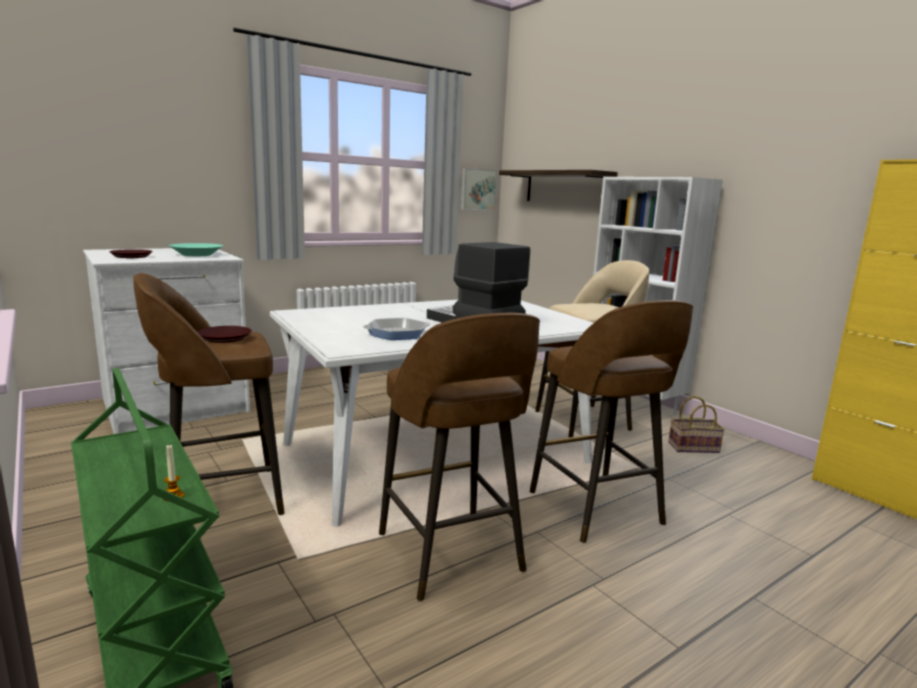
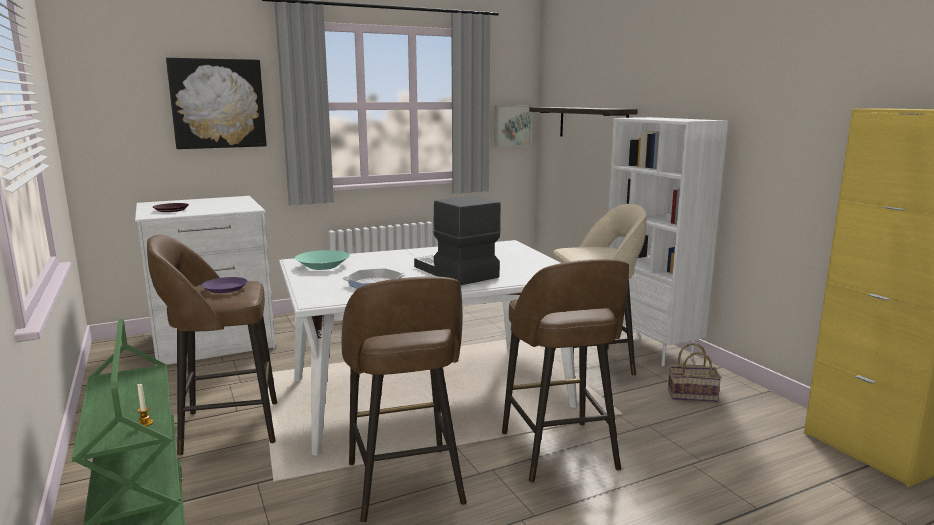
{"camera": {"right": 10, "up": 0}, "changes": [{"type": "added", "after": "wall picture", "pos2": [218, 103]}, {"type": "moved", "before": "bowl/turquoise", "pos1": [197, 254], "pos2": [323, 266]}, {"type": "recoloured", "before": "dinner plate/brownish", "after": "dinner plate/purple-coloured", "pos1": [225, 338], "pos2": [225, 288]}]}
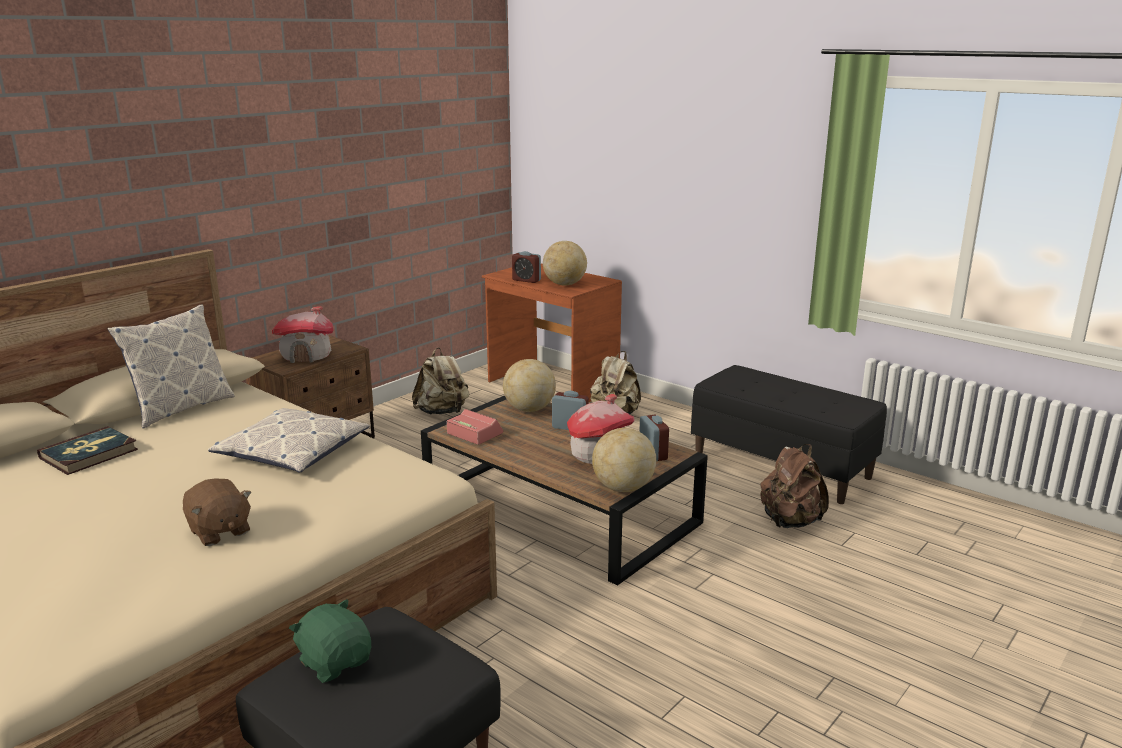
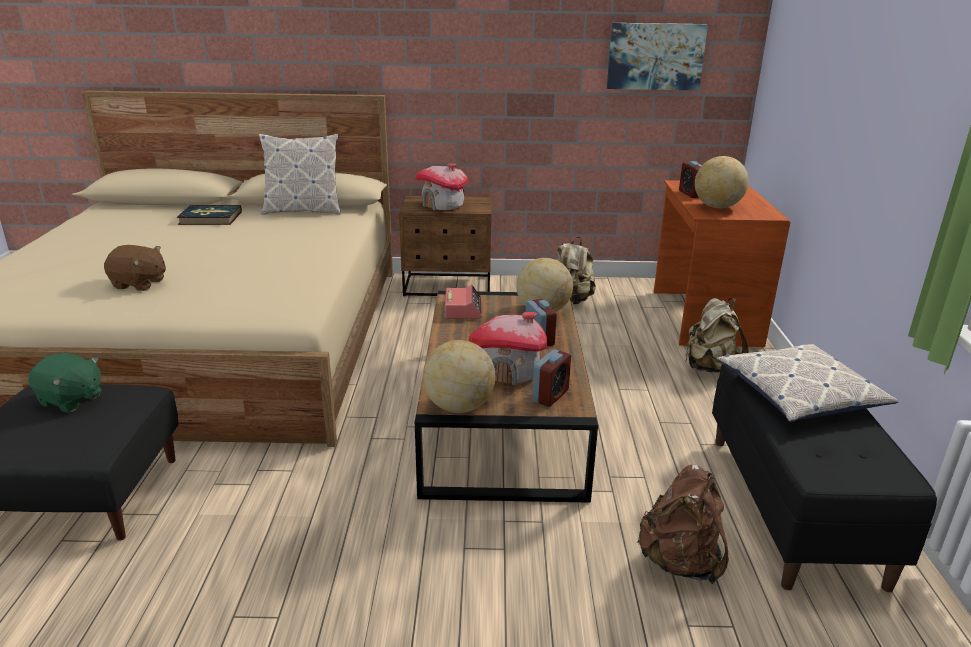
{"camera": {"right": 50, "up": 5}, "changes": [{"type": "added", "after": "wall picture", "pos2": [655, 56]}, {"type": "moved", "before": "pillow", "pos1": [292, 451], "pos2": [799, 393]}, {"type": "turned", "before": "plush toy/brownish", "pos1": [219, 531], "pos2": [139, 284], "turn": -90}, {"type": "turned", "before": "plush toy/green-coloured", "pos1": [335, 662], "pos2": [71, 400], "turn": 105}]}
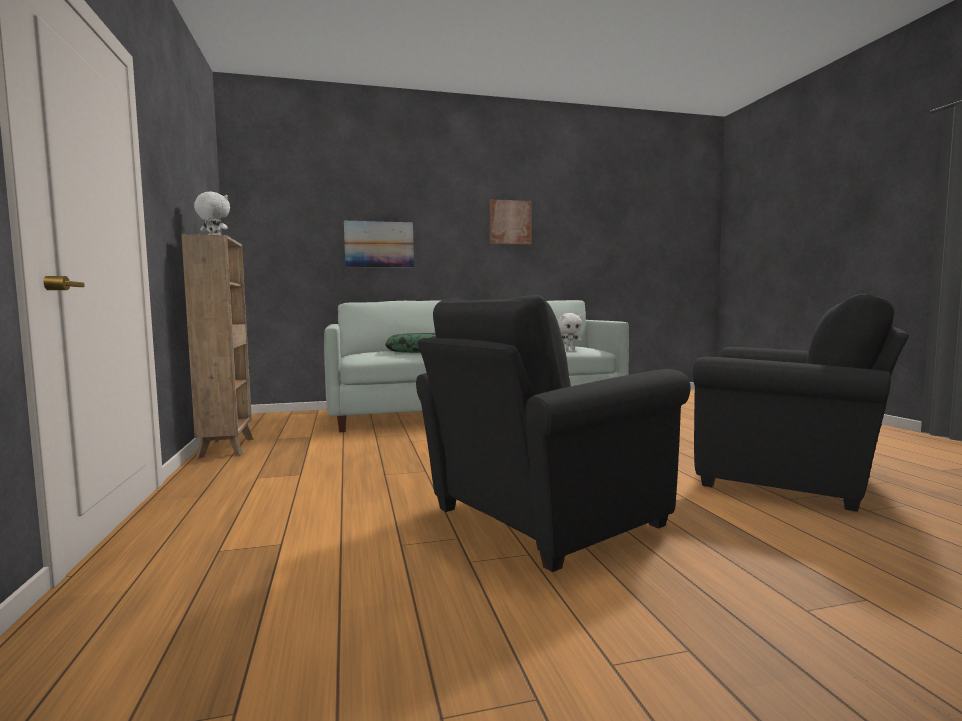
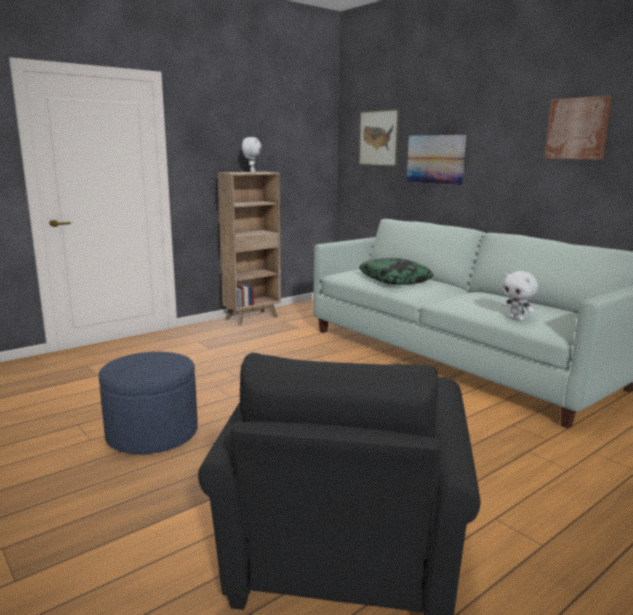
{"camera": {"right": 65, "up": 10}, "changes": [{"type": "added", "after": "wall picture", "pos2": [378, 138]}, {"type": "replaced", "before": "lounge chair/black", "after": "ottoman/bluish", "pos1": [539, 519], "pos2": [152, 433]}]}
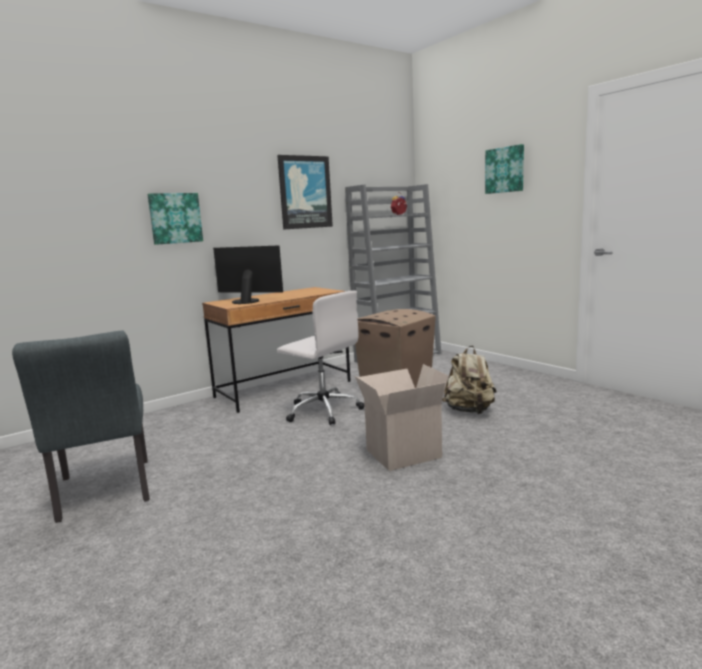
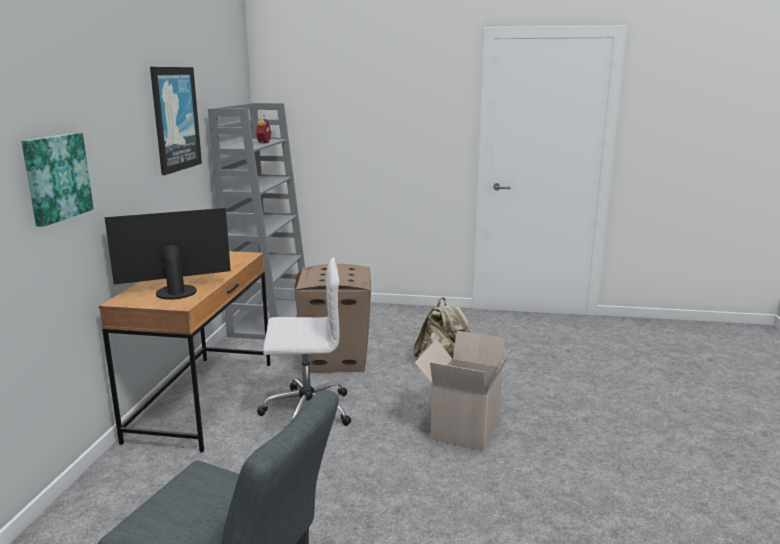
{"camera": {"right": -45, "up": 5}, "changes": [{"type": "removed", "before": "wall picture", "pos1": [505, 170]}]}
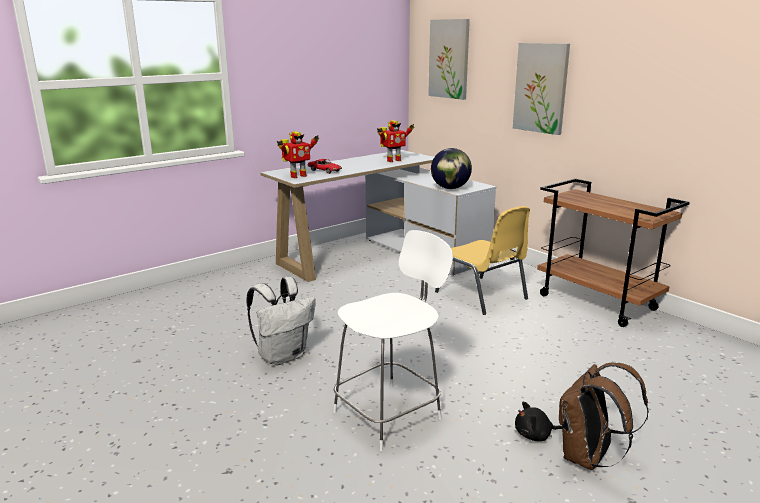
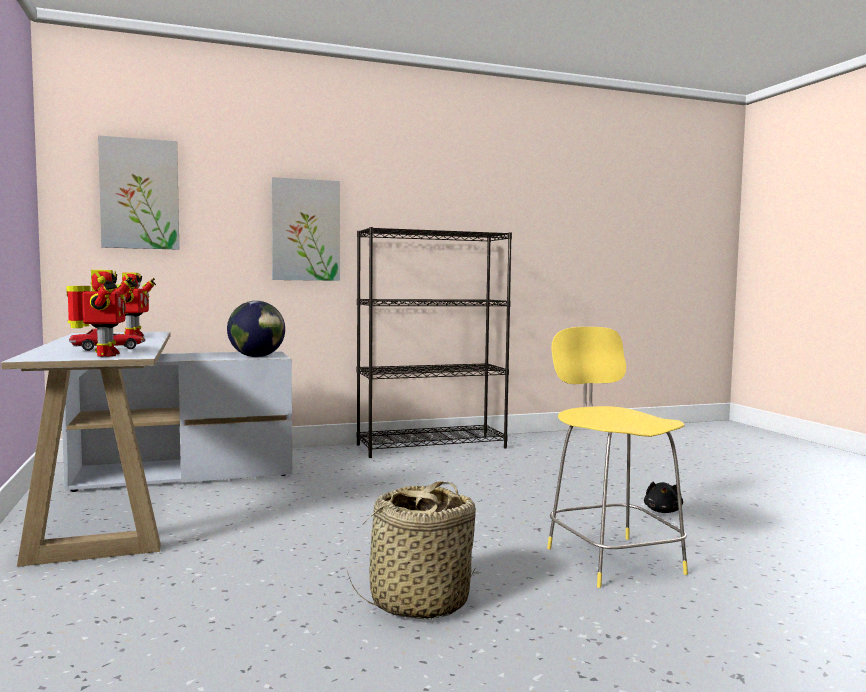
{"camera": {"right": -70, "up": -15}, "changes": [{"type": "removed", "before": "chair/yellowish", "pos1": [482, 296]}, {"type": "removed", "before": "backpack/brownish", "pos1": [588, 458]}, {"type": "replaced", "before": "backpack/white-coloured", "after": "household basket", "pos1": [283, 356], "pos2": [418, 602]}, {"type": "replaced", "before": "wheeled cart/brownish", "after": "shelving unit/black", "pos1": [598, 302], "pos2": [432, 446]}, {"type": "recoloured", "before": "stool/white-coloured", "after": "stool/yellowish", "pos1": [390, 414], "pos2": [611, 558]}]}
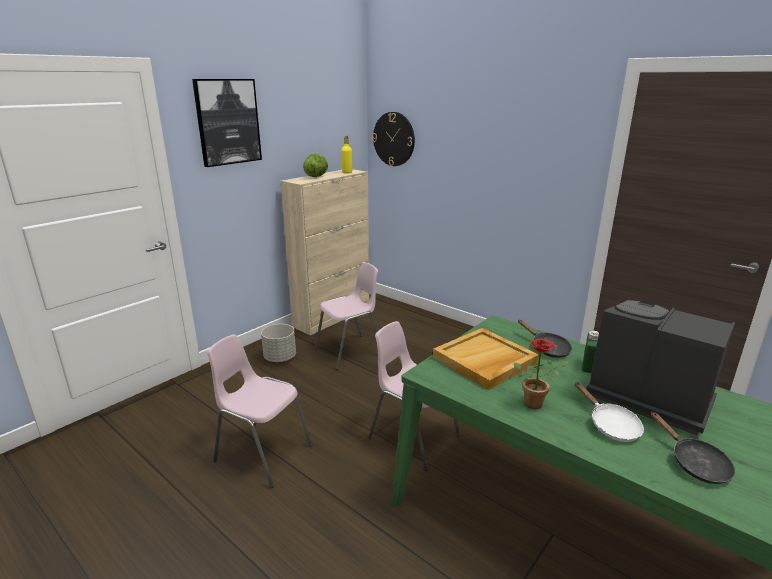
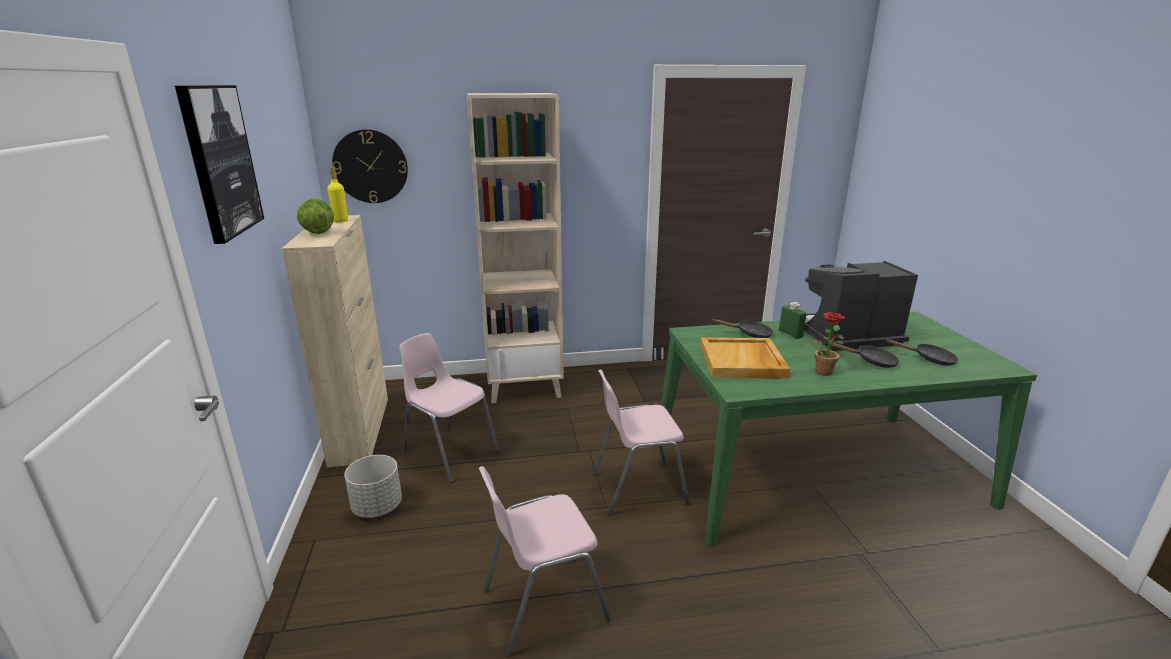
{"camera": {"right": -50, "up": 0}, "changes": [{"type": "added", "after": "shelving unit/sand-coloured", "pos2": [525, 386]}, {"type": "recoloured", "before": "skillet/white-coloured", "after": "skillet/black", "pos1": [610, 425], "pos2": [871, 361]}, {"type": "turned", "before": "chair/pink-coloured", "pos1": [350, 351], "pos2": [450, 453], "turn": -60}]}
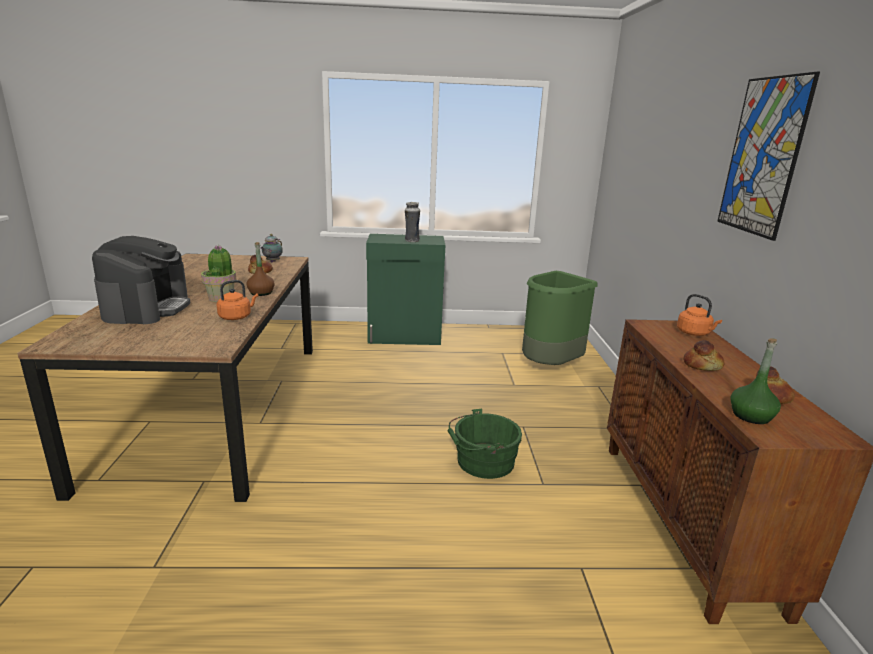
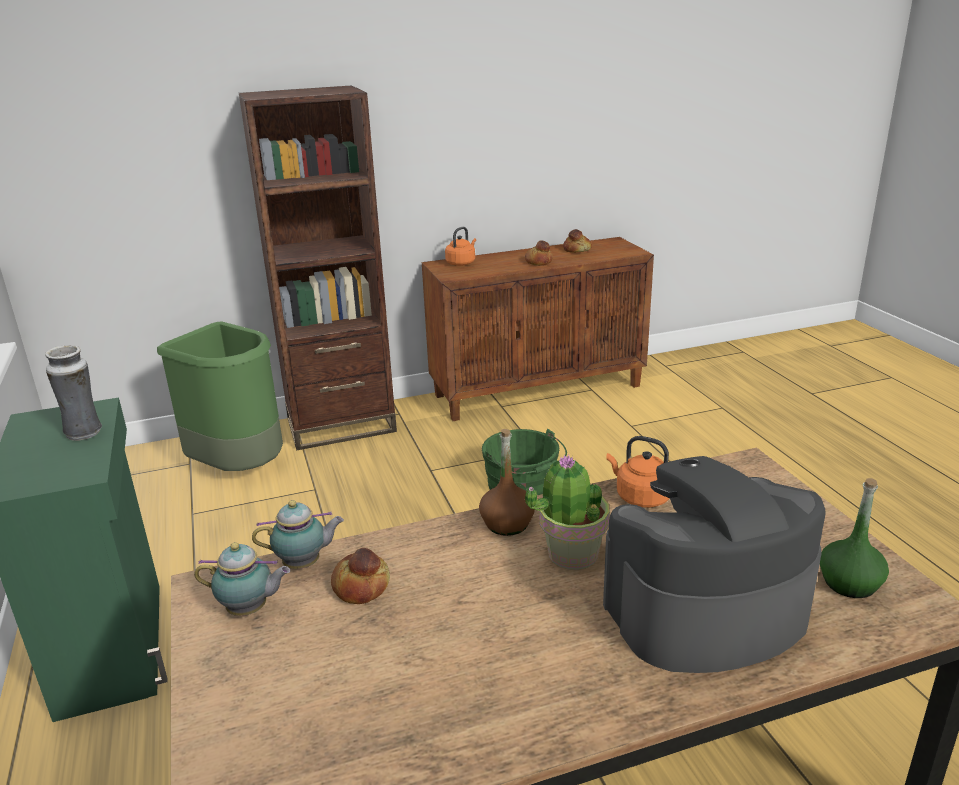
{"camera": {"right": -105, "up": 5}, "changes": [{"type": "removed", "before": "wall picture", "pos1": [763, 156]}, {"type": "added", "after": "shelving unit/brownish", "pos2": [341, 425]}, {"type": "added", "after": "pot for tea", "pos2": [304, 564]}, {"type": "moved", "before": "bottle/green-coloured", "pos1": [750, 416], "pos2": [850, 583]}]}
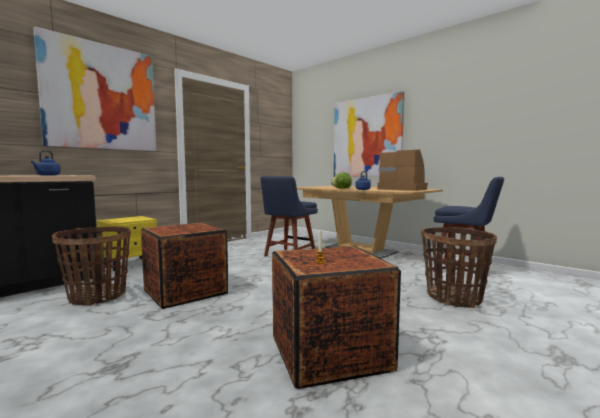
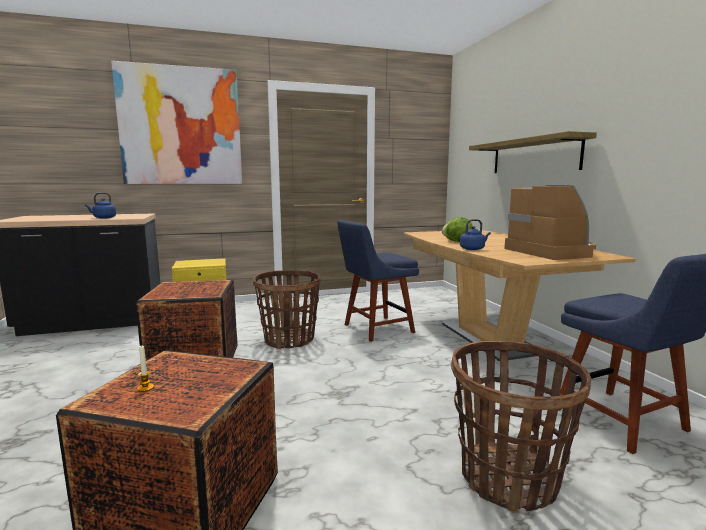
{"camera": {"right": 30, "up": 5}, "changes": [{"type": "moved", "before": "household basket", "pos1": [97, 296], "pos2": [289, 340]}, {"type": "replaced", "before": "wall picture", "after": "shelf", "pos1": [366, 137], "pos2": [534, 156]}]}
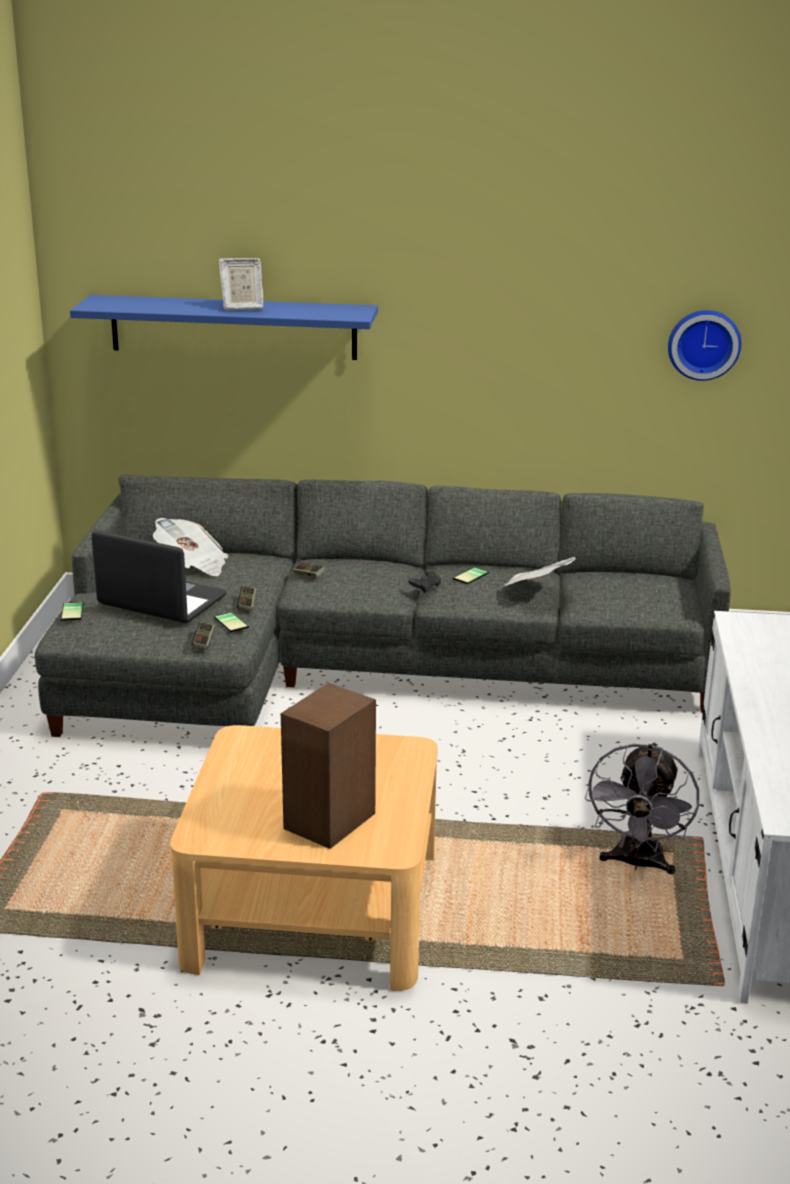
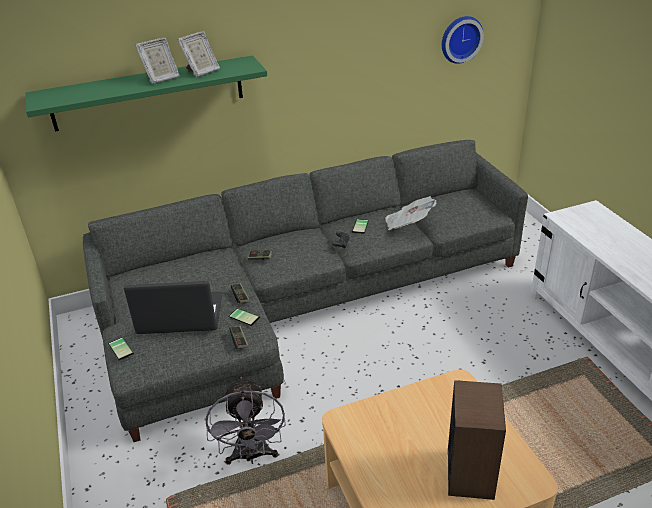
{"camera": {"right": -25, "up": 10}, "changes": [{"type": "removed", "before": "newspaper", "pos1": [192, 565]}, {"type": "added", "after": "standing frame", "pos2": [201, 72]}, {"type": "moved", "before": "cooling fan/gray", "pos1": [637, 864], "pos2": [251, 456]}, {"type": "recoloured", "before": "shelf/bluish", "after": "shelf/green-coloured", "pos1": [233, 327], "pos2": [148, 93]}]}
